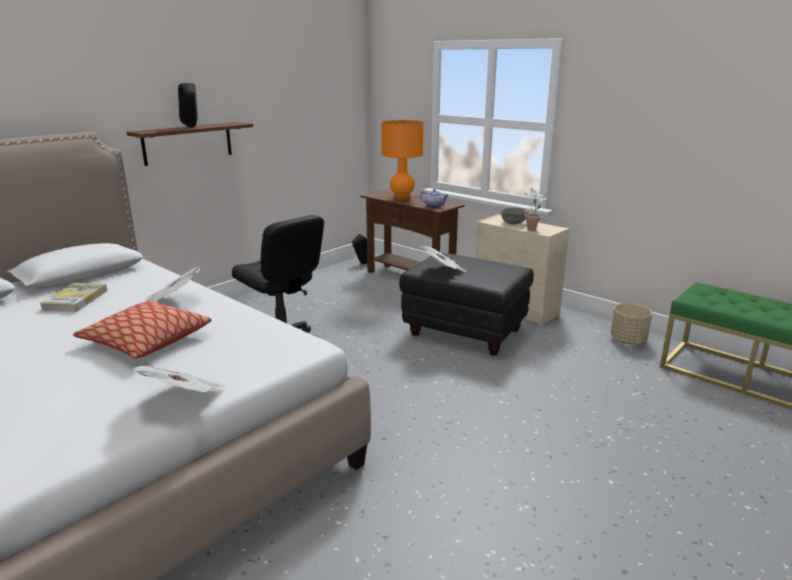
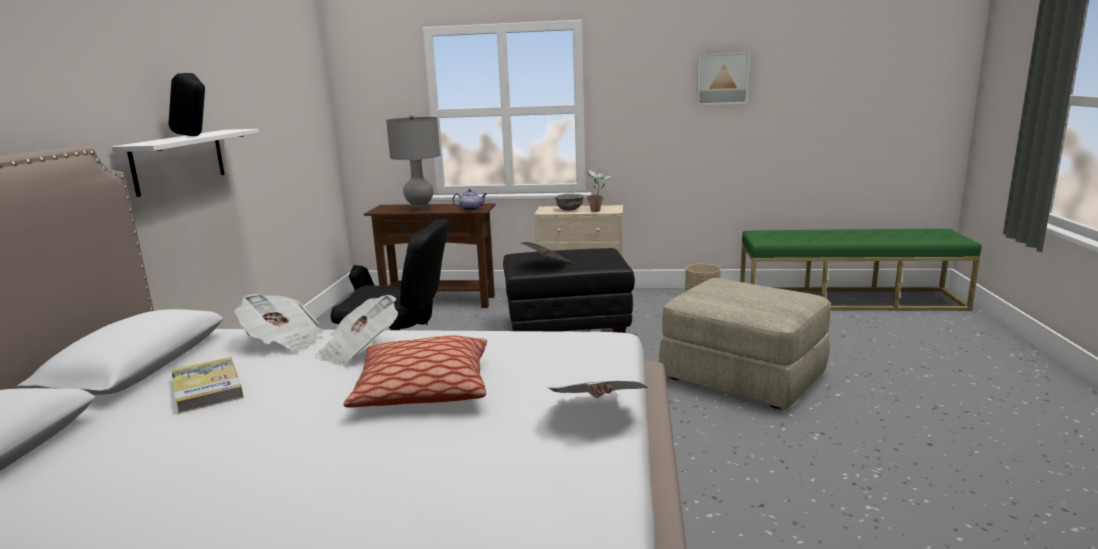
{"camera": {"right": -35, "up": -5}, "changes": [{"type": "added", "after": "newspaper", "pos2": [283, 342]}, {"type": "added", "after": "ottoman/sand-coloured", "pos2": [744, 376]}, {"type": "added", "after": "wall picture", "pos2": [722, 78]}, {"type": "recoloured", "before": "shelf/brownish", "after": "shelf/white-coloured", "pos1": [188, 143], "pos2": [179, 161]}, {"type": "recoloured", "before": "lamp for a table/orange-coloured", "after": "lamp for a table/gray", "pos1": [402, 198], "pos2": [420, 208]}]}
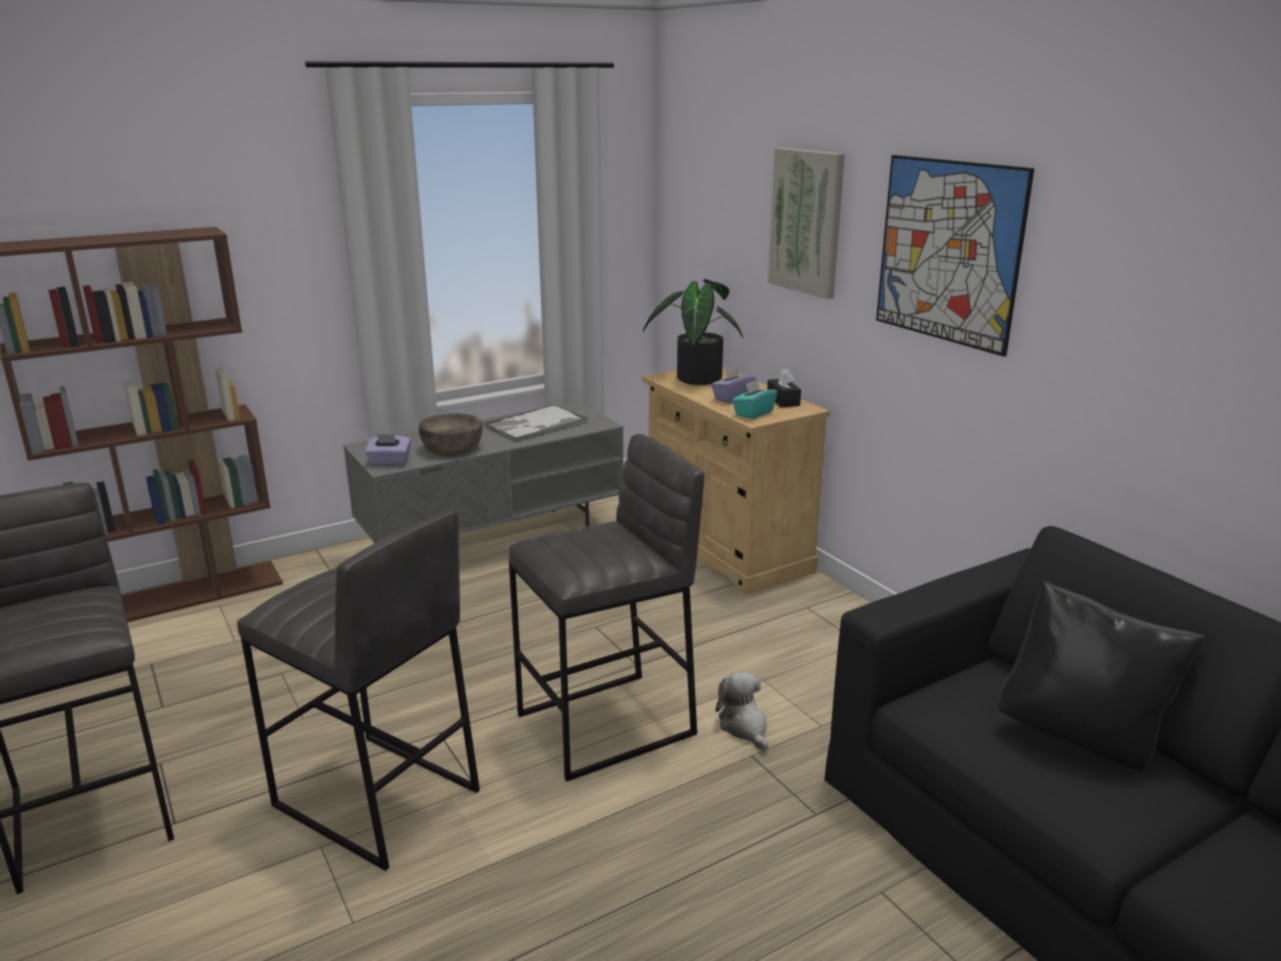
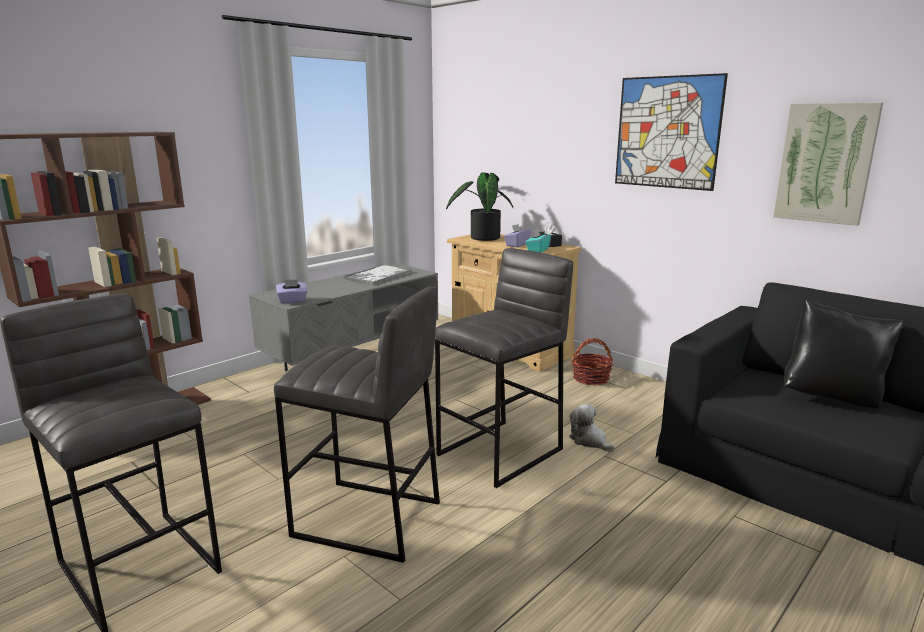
{"camera": {"right": -15, "up": -5}, "changes": [{"type": "removed", "before": "bowl/brownish", "pos1": [452, 448]}, {"type": "added", "after": "household basket", "pos2": [591, 378]}, {"type": "moved", "before": "wall picture", "pos1": [807, 222], "pos2": [825, 163]}]}
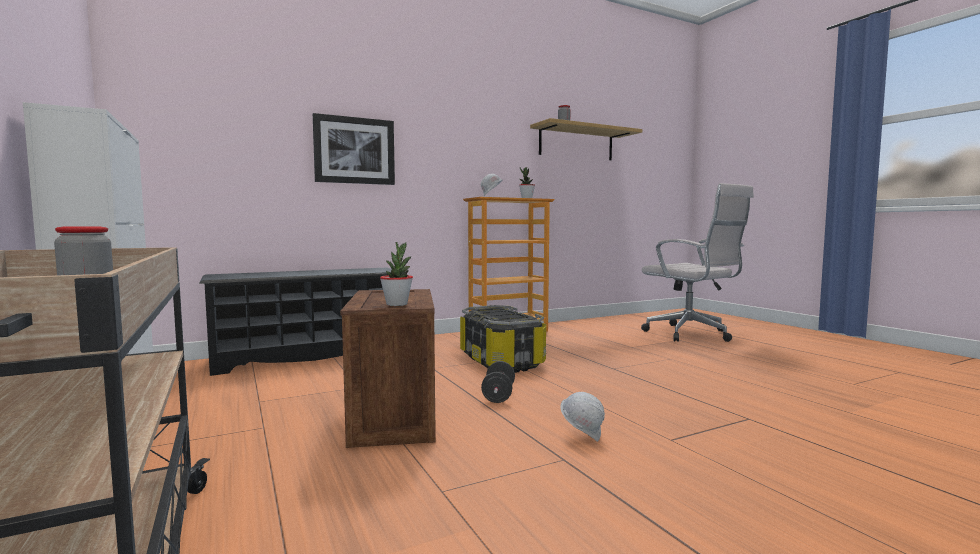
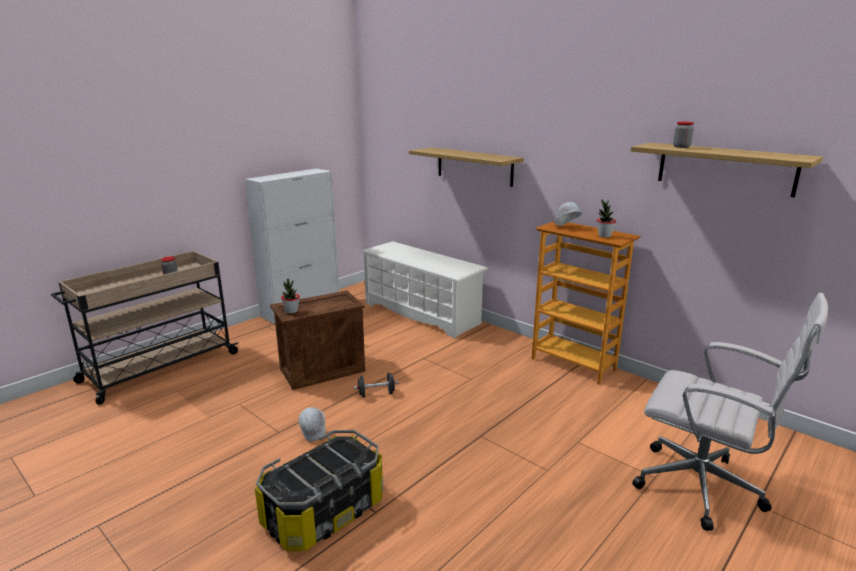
{"camera": {"right": 70, "up": 15}, "changes": [{"type": "moved", "before": "storage bin", "pos1": [501, 361], "pos2": [324, 513]}, {"type": "replaced", "before": "wall picture", "after": "shelf", "pos1": [354, 150], "pos2": [474, 166]}, {"type": "recoloured", "before": "shoe stand/black", "after": "shoe stand/white-coloured", "pos1": [310, 356], "pos2": [422, 313]}, {"type": "turned", "before": "office chair/white-coloured", "pos1": [692, 334], "pos2": [703, 488], "turn": -90}]}
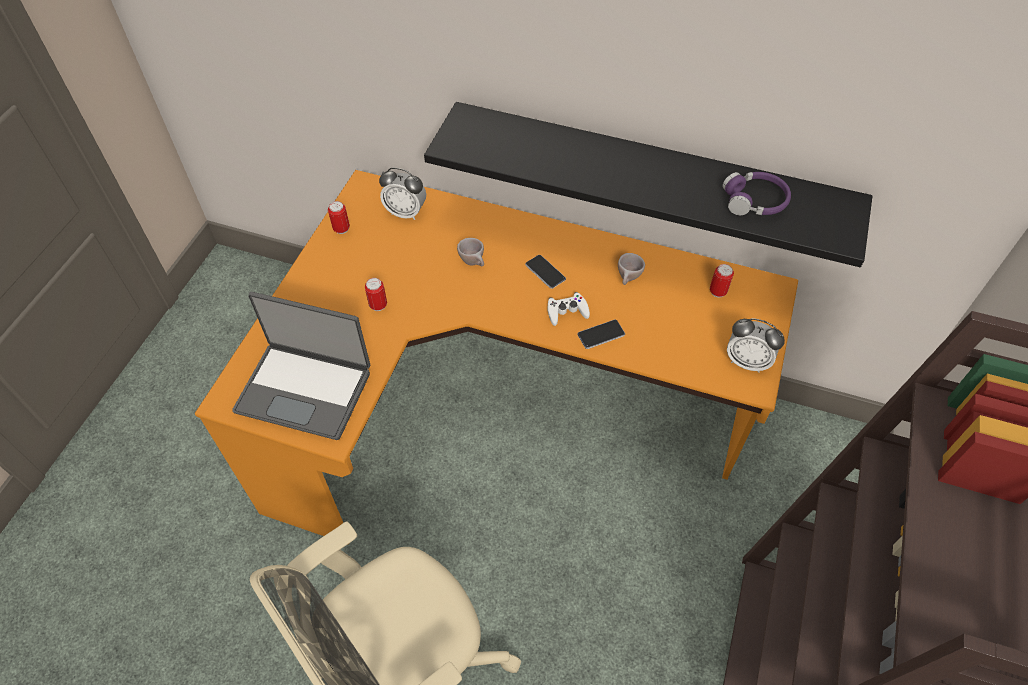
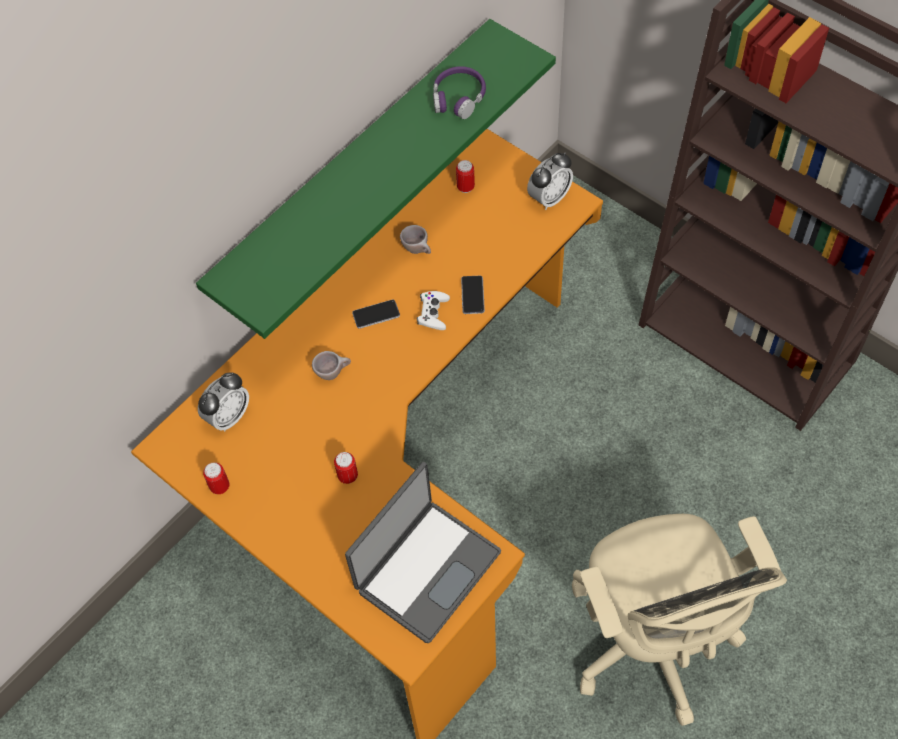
{"camera": {"right": -65, "up": 5}, "changes": [{"type": "recoloured", "before": "shelf/black", "after": "shelf/green-coloured", "pos1": [649, 173], "pos2": [355, 166]}]}
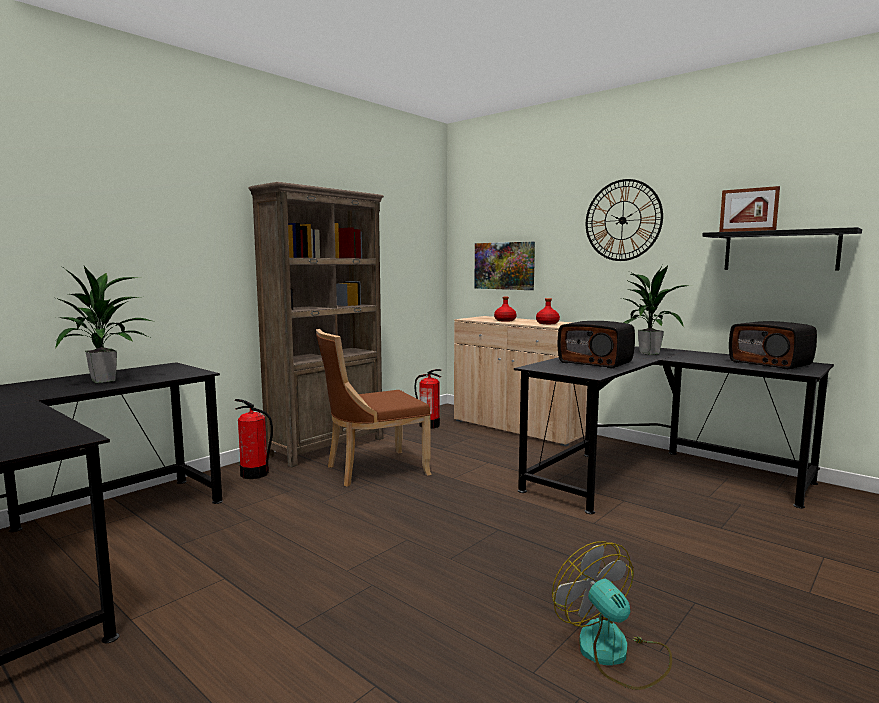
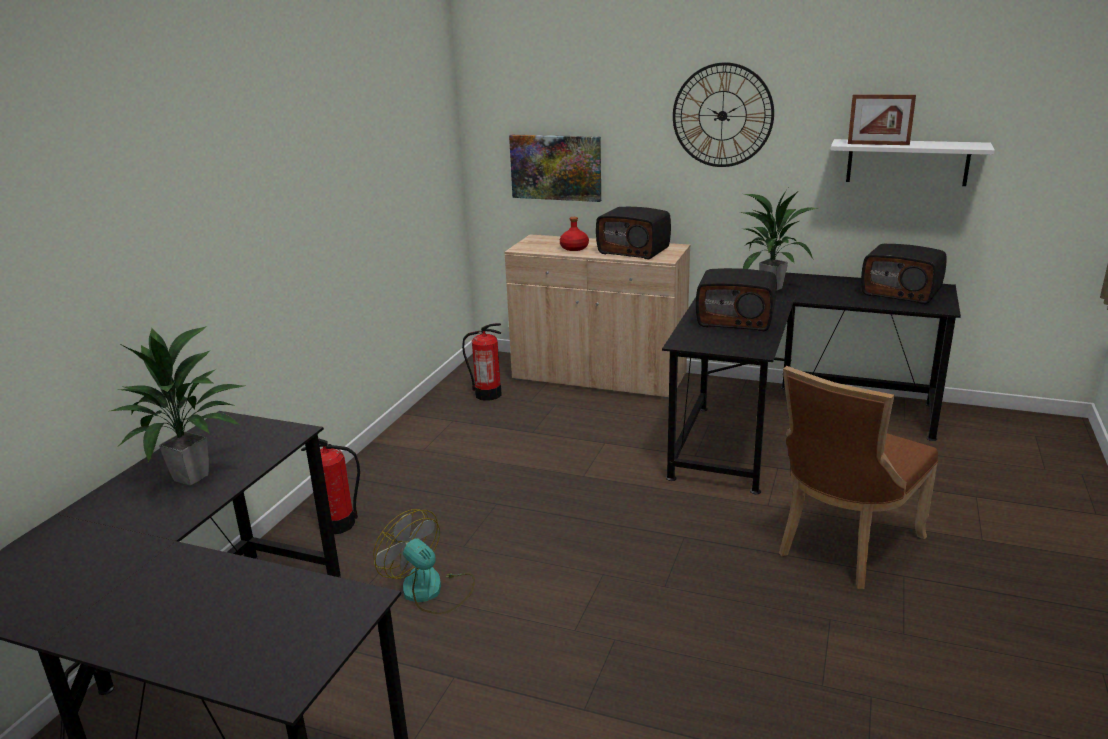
{"camera": {"right": -20, "up": 15}, "changes": [{"type": "removed", "before": "shelving unit/brownish", "pos1": [327, 447]}, {"type": "moved", "before": "chair/brownish", "pos1": [372, 470], "pos2": [844, 546]}, {"type": "moved", "before": "cooling fan", "pos1": [614, 653], "pos2": [430, 591]}, {"type": "replaced", "before": "bottle/red", "after": "radio", "pos1": [547, 323], "pos2": [634, 251]}, {"type": "recoloured", "before": "shelf/black", "after": "shelf/white-coloured", "pos1": [780, 251], "pos2": [907, 162]}]}
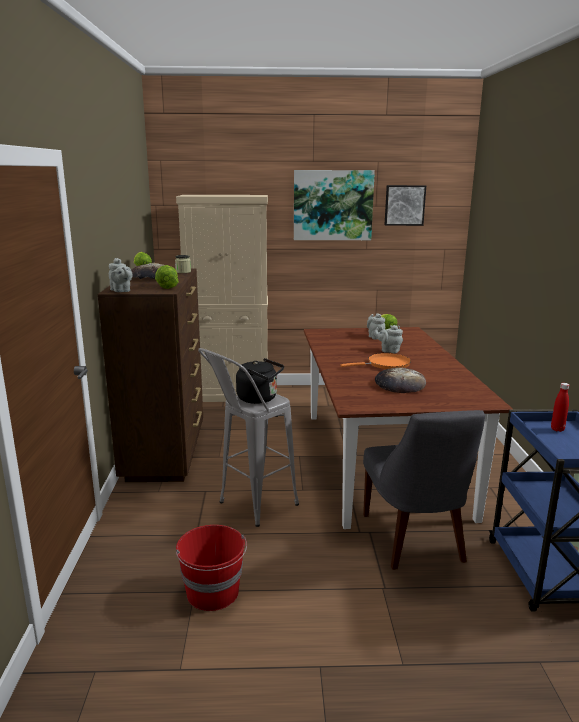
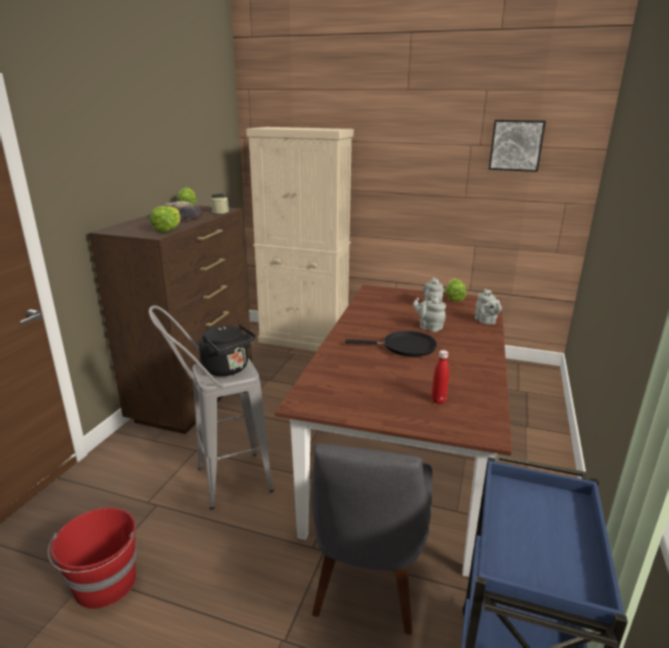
{"camera": {"right": 20, "up": 5}, "changes": [{"type": "removed", "before": "wall picture", "pos1": [333, 205]}, {"type": "removed", "before": "bread", "pos1": [400, 384]}, {"type": "moved", "before": "pot for tea/gray", "pos1": [121, 291], "pos2": [486, 321]}, {"type": "moved", "before": "bottle/red", "pos1": [557, 429], "pos2": [438, 401]}, {"type": "recoloured", "before": "skillet/orange-coloured", "after": "skillet/black", "pos1": [385, 364], "pos2": [405, 347]}]}
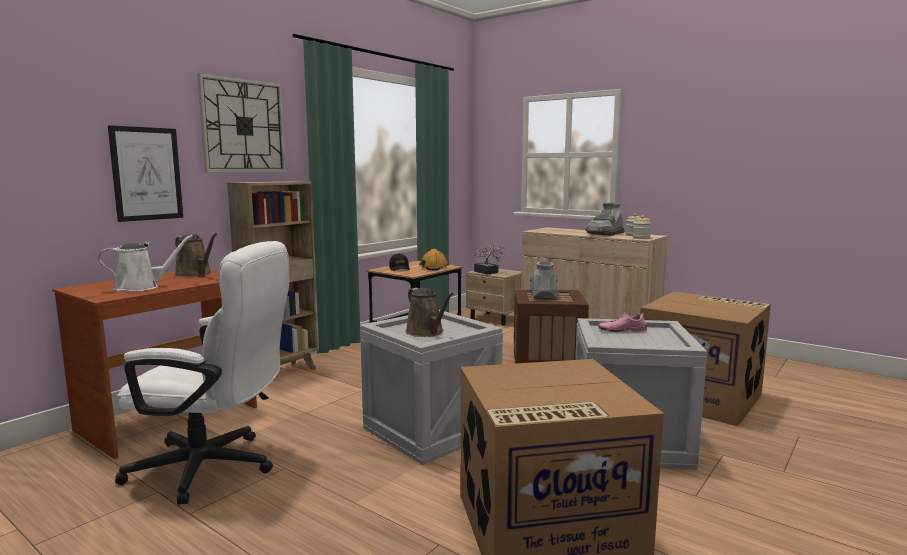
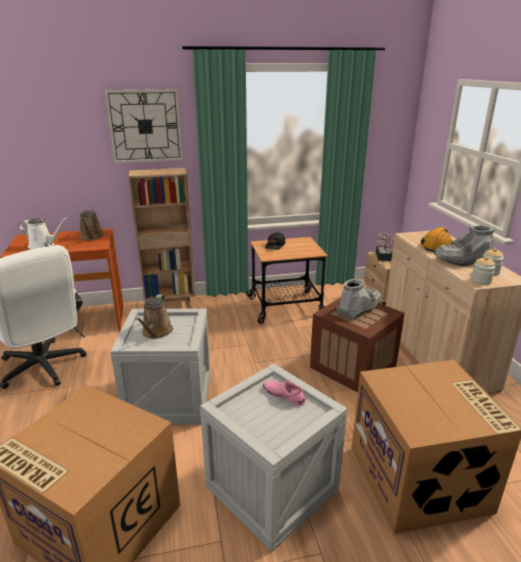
{"camera": {"right": 40, "up": 15}, "changes": [{"type": "removed", "before": "wall picture", "pos1": [147, 174]}, {"type": "moved", "before": "work helmet/orange-coloured", "pos1": [433, 267], "pos2": [436, 246]}]}
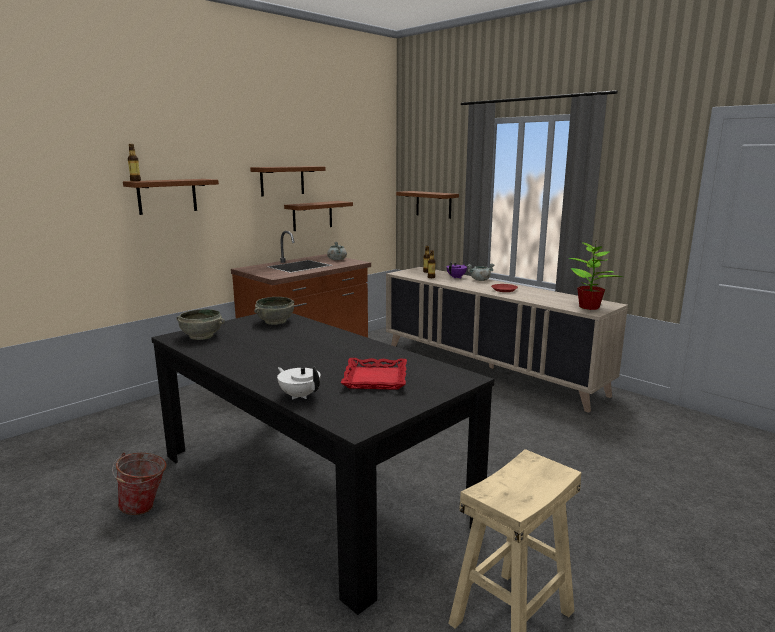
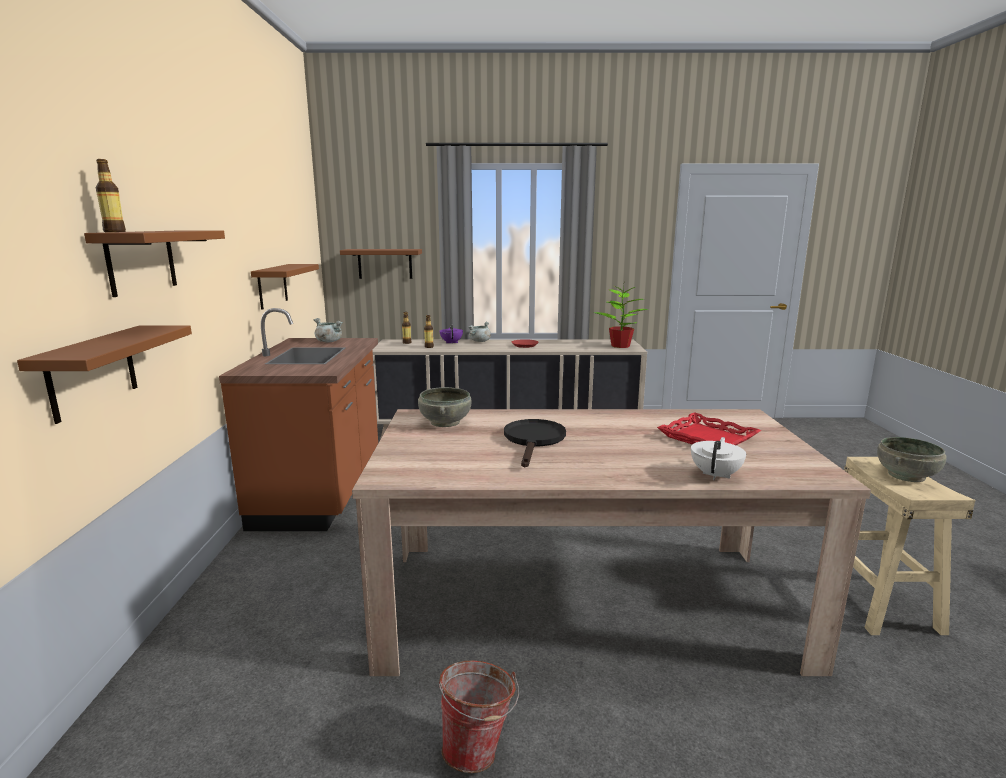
{"camera": {"right": -45, "up": 0}, "changes": [{"type": "added", "after": "skillet/black", "pos2": [534, 440]}, {"type": "moved", "before": "bowl/gray", "pos1": [201, 336], "pos2": [907, 476]}, {"type": "moved", "before": "shelf/brownish", "pos1": [282, 181], "pos2": [92, 372]}, {"type": "recoloured", "before": "dining table/black", "after": "dining table/sand-coloured", "pos1": [311, 485], "pos2": [584, 603]}, {"type": "turned", "before": "pot for tea/white-coloured", "pos1": [299, 395], "pos2": [716, 475], "turn": 120}]}
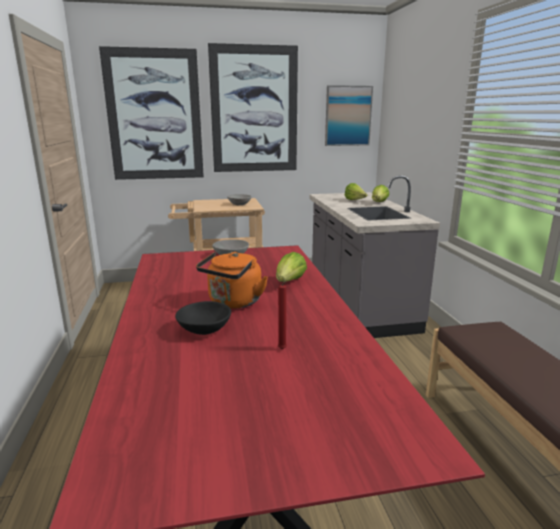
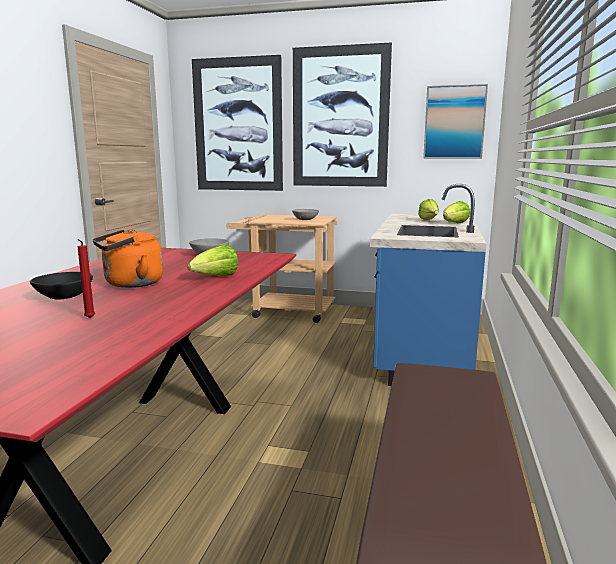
{"camera": {"right": 25, "up": -5}, "changes": [{"type": "recoloured", "before": "kitchen base unit/gray", "after": "kitchen base unit/bluish", "pos1": [358, 302], "pos2": [421, 349]}]}
